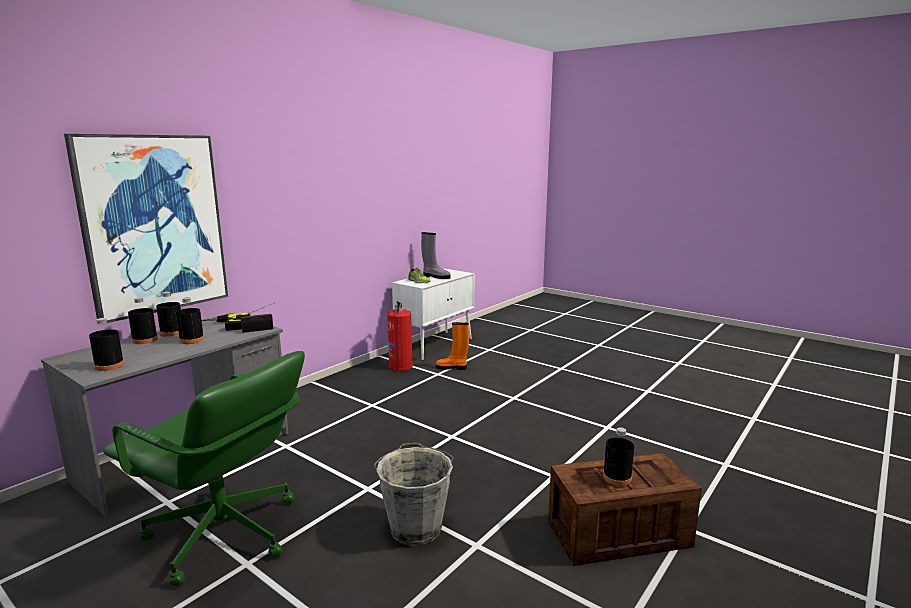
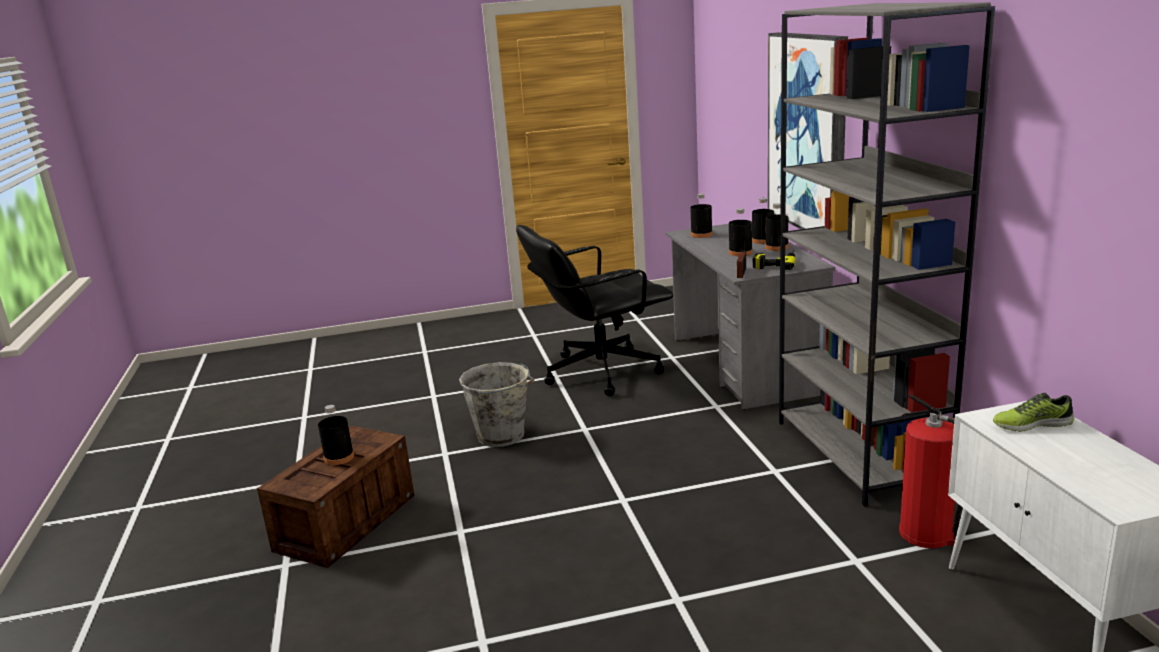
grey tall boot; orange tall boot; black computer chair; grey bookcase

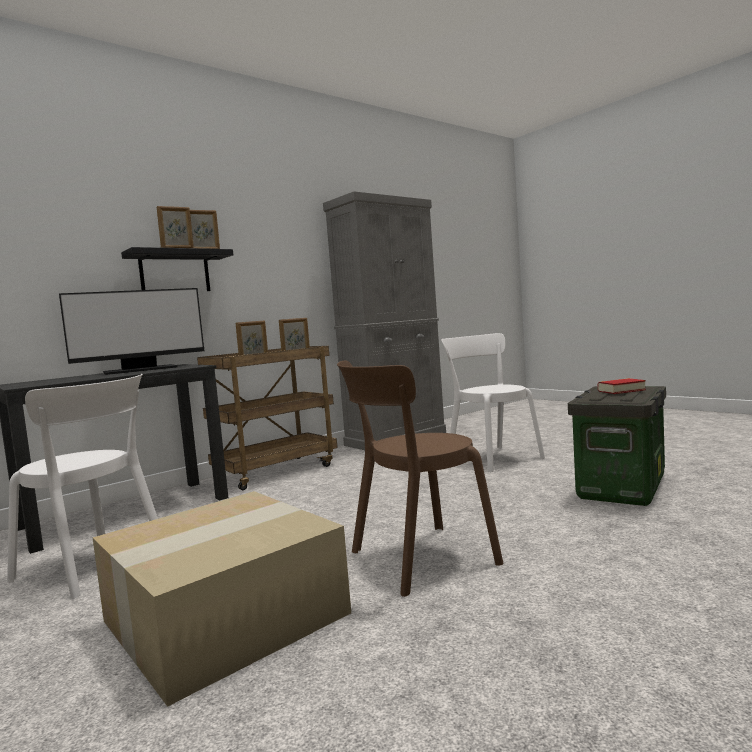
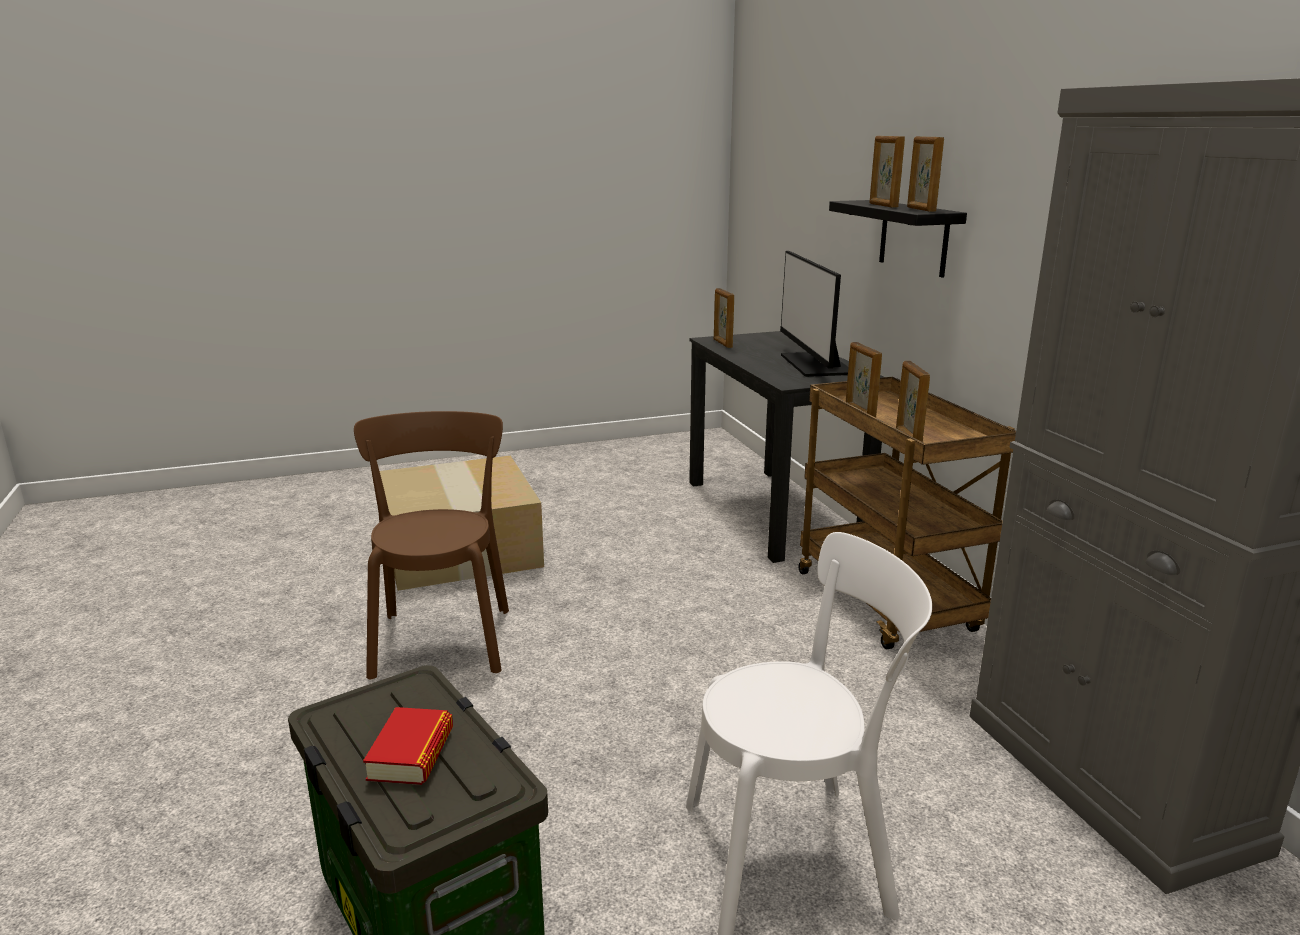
white upright chair (1st from left in the first image); picture frame (1st from left)

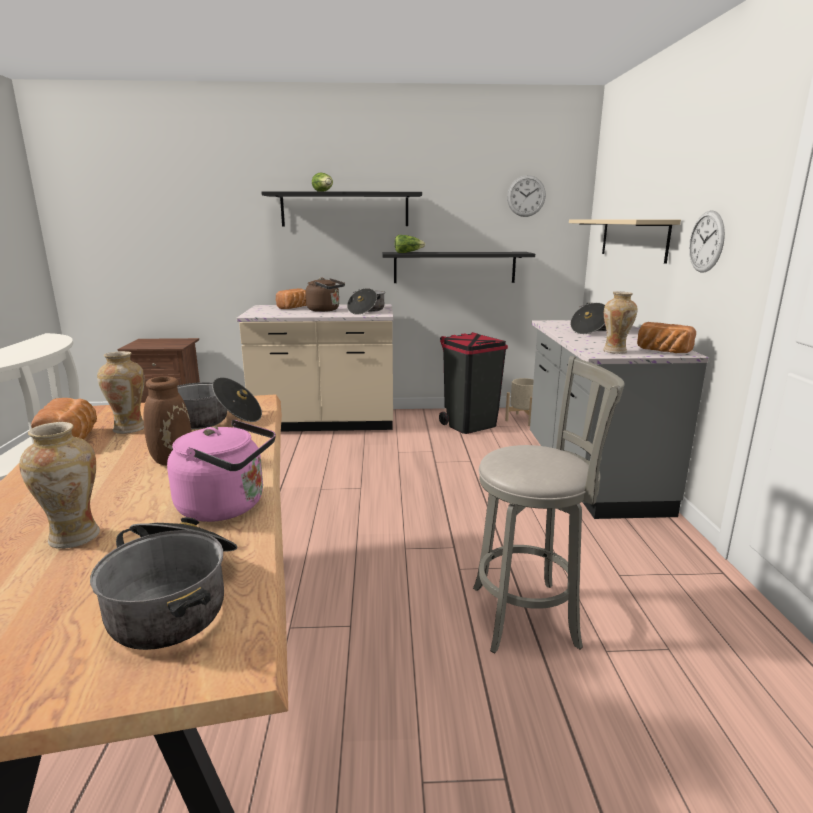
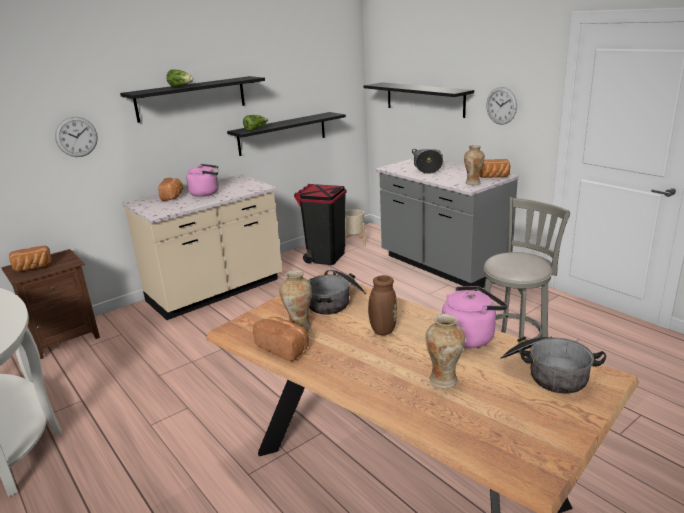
clock on the wall (1st from left); black shelf (3rd from left); pinkish tea kettle (1st from left); cooking pot (3rd from left in the first image); baked bread (1st from left)

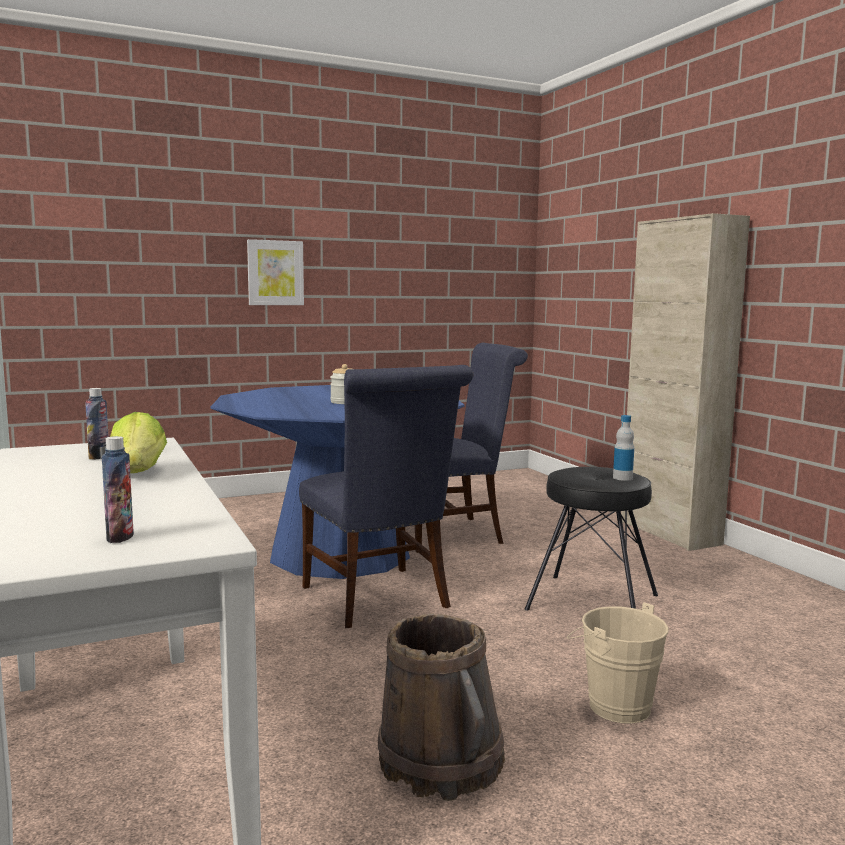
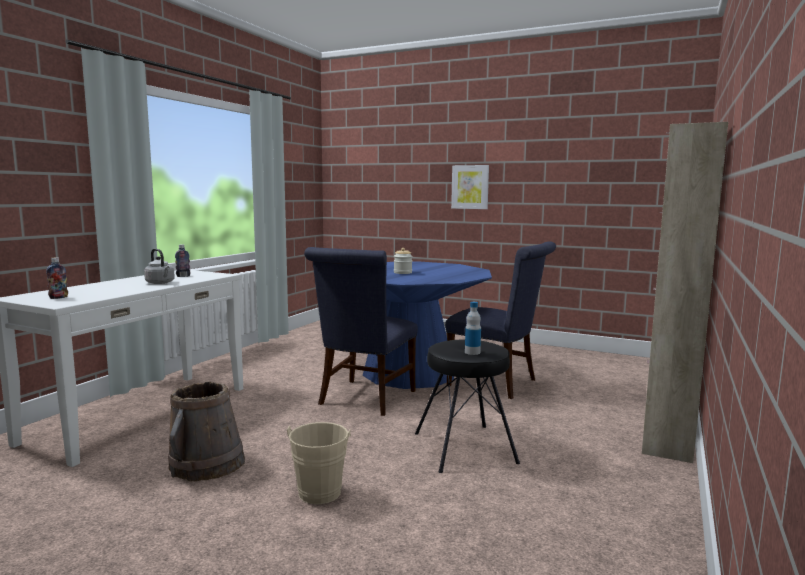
grey tea kettle

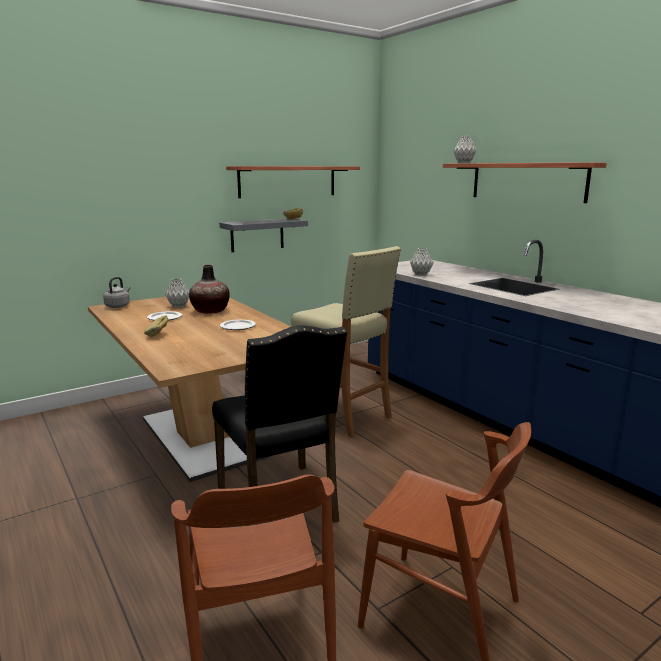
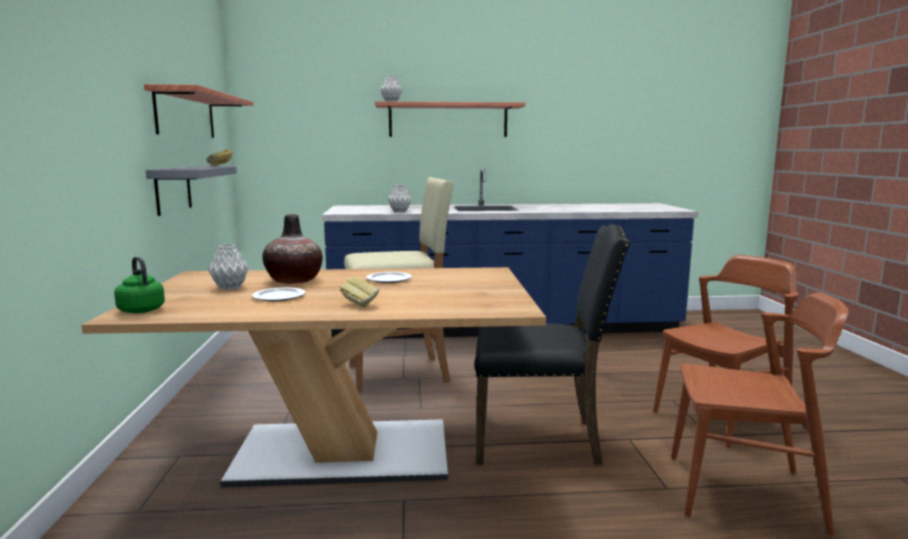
green tea kettle

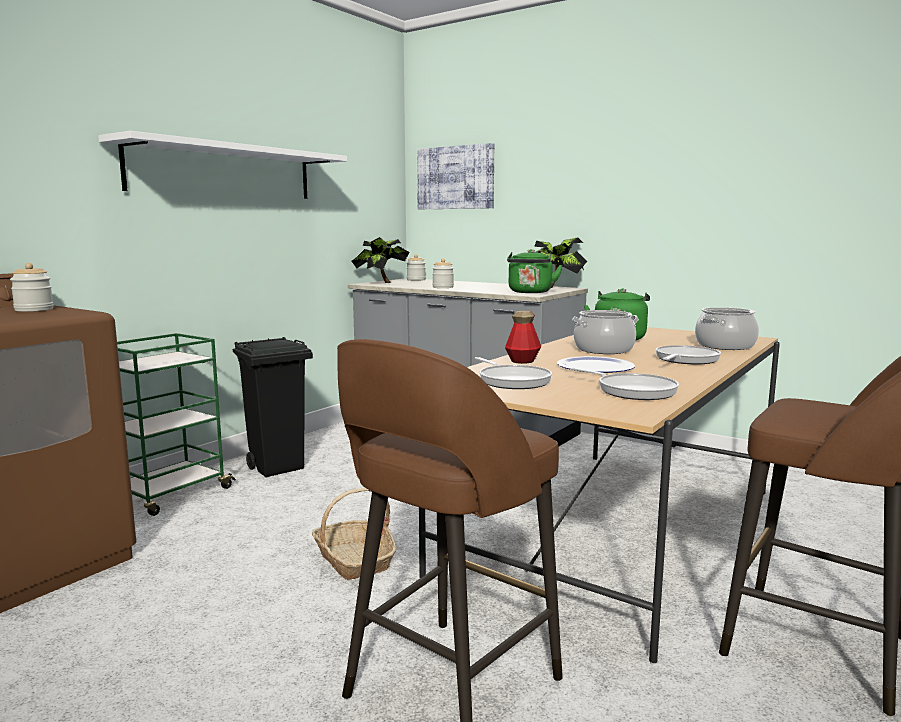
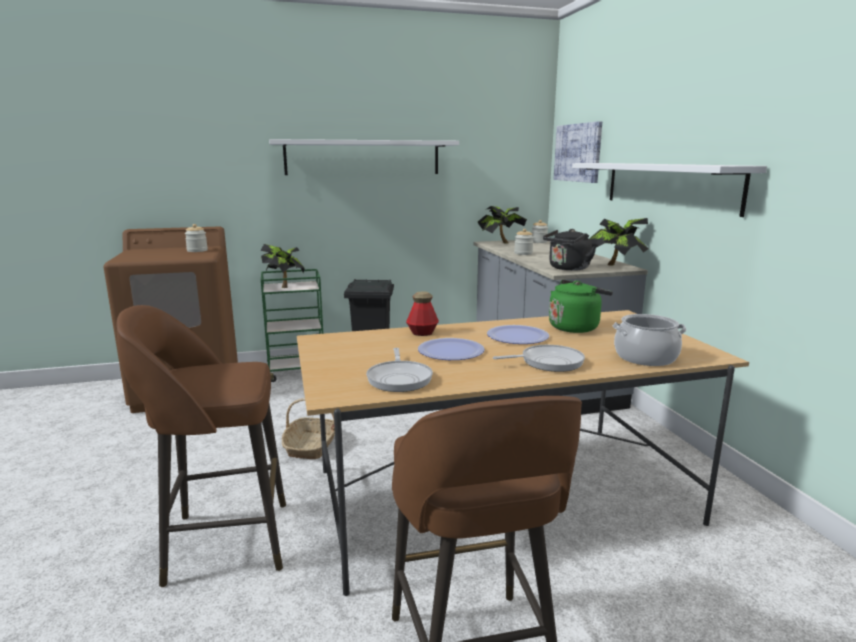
black tea kettle; dinner plate (2nd from left); frying pan (1st from left in the first image); white shelf (2nd from left); plant in a pot (1st from left)

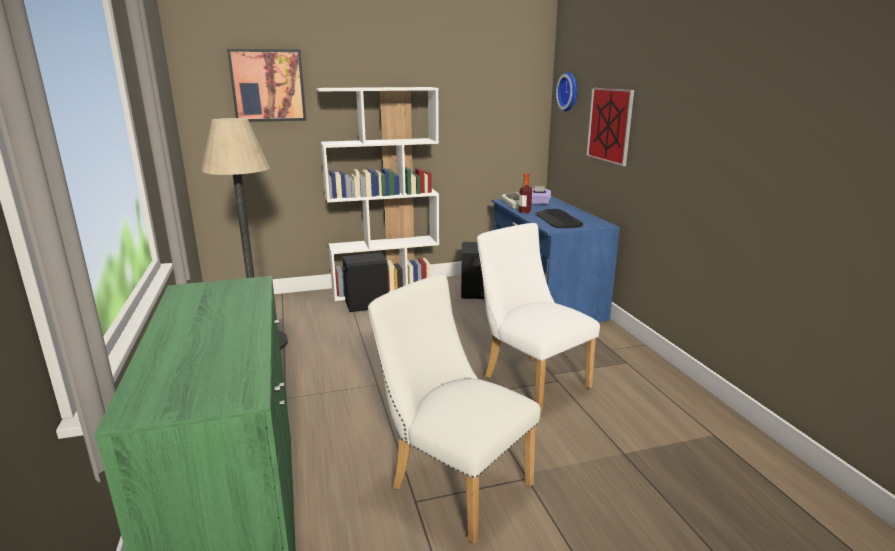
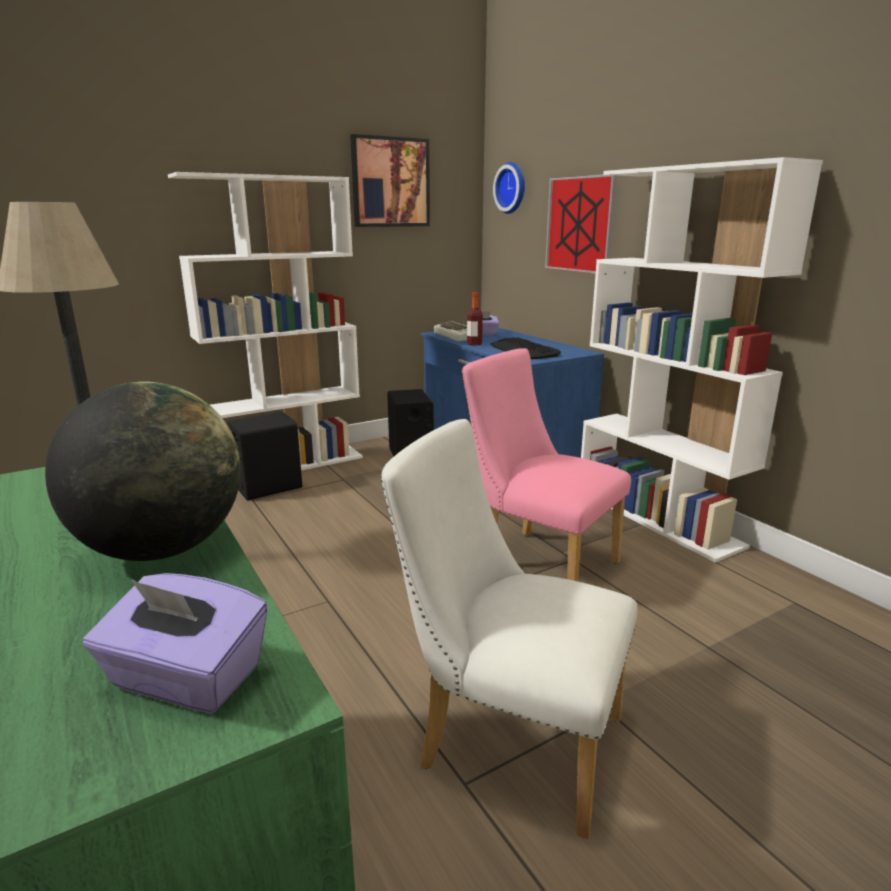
wall art (1st from left); pinkish upright chair; white bookcase (2nd from left); world globe; purplish tissue holder (1st from left)

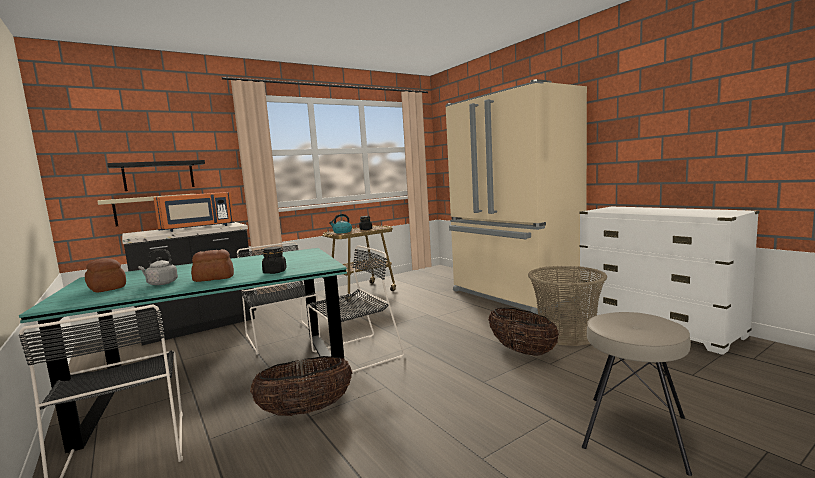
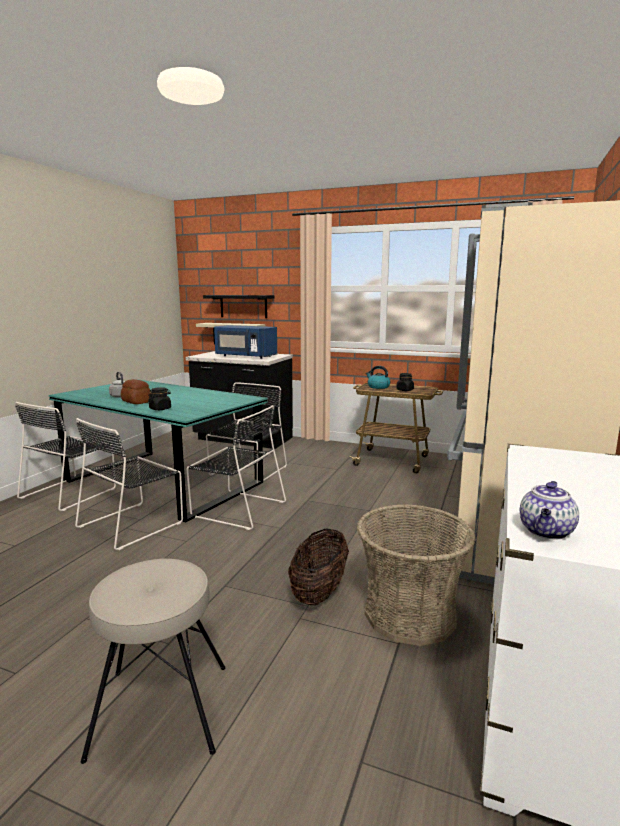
bluish microwave; baked bread (1st from left in the first image); black upright chair (2nd from left); pot for tea

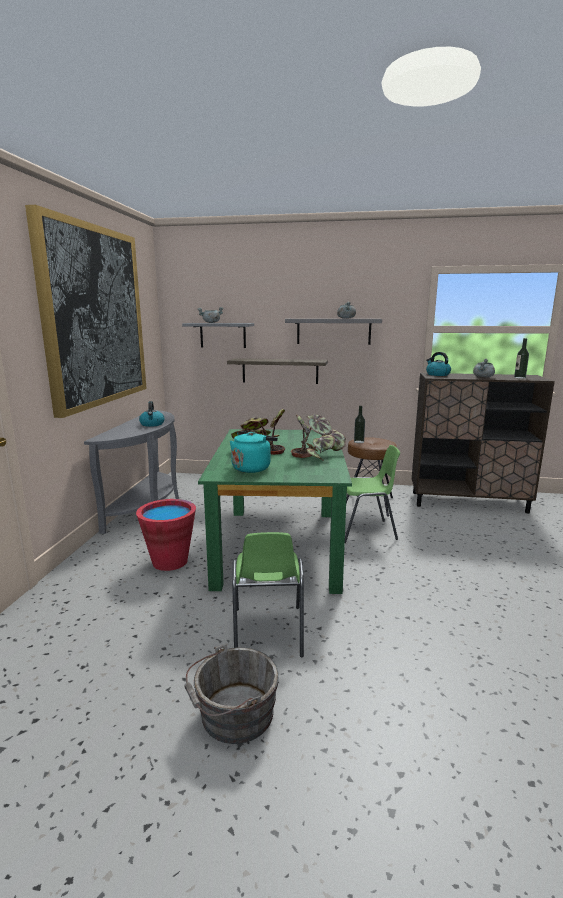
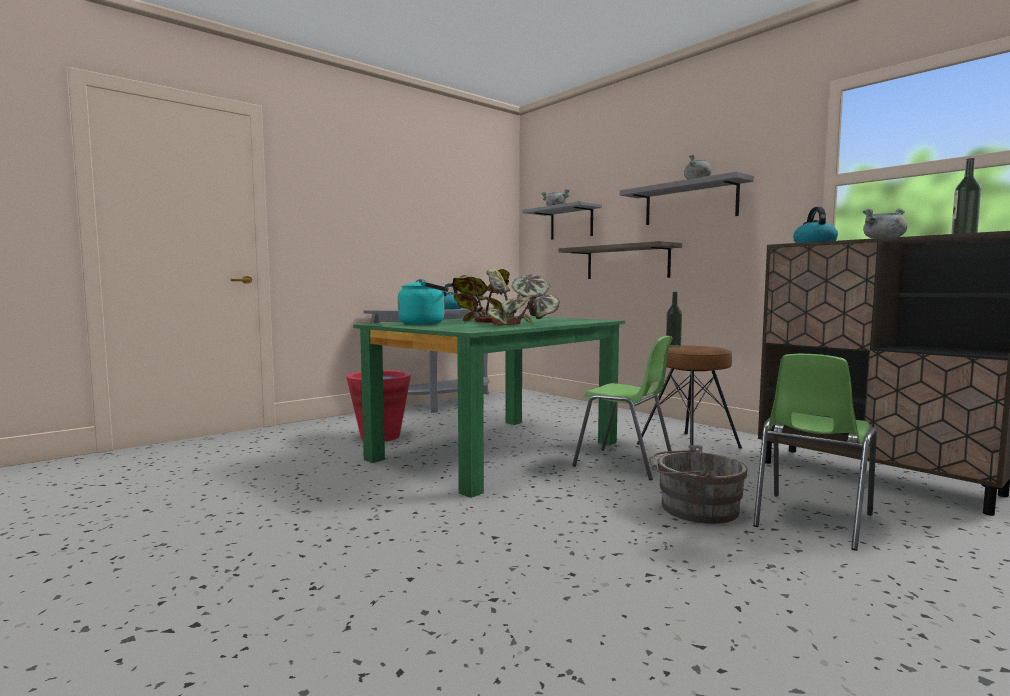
wall art; green upright chair (2nd from left); grey bucket

